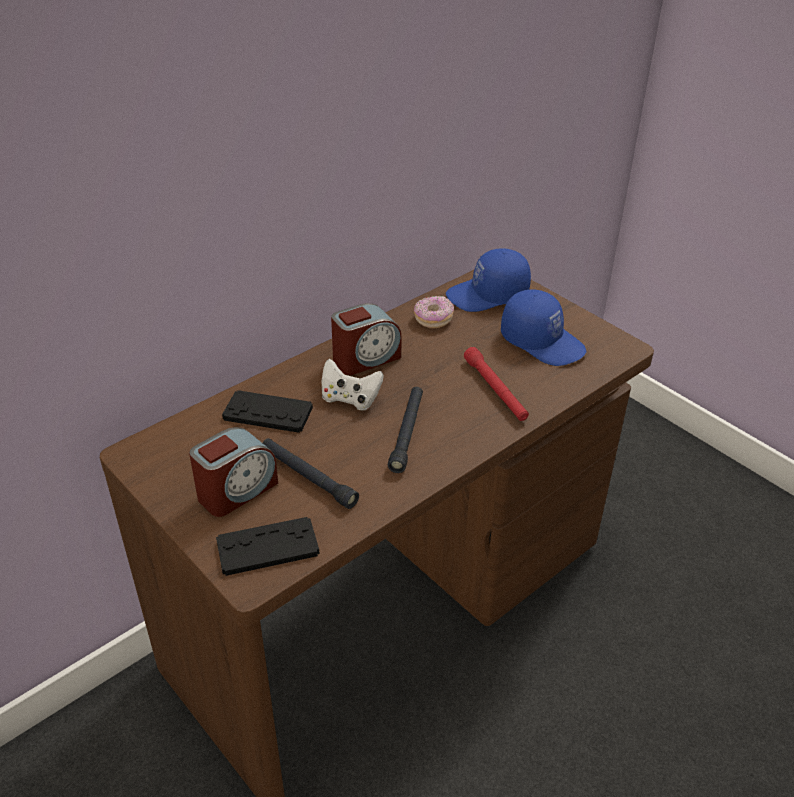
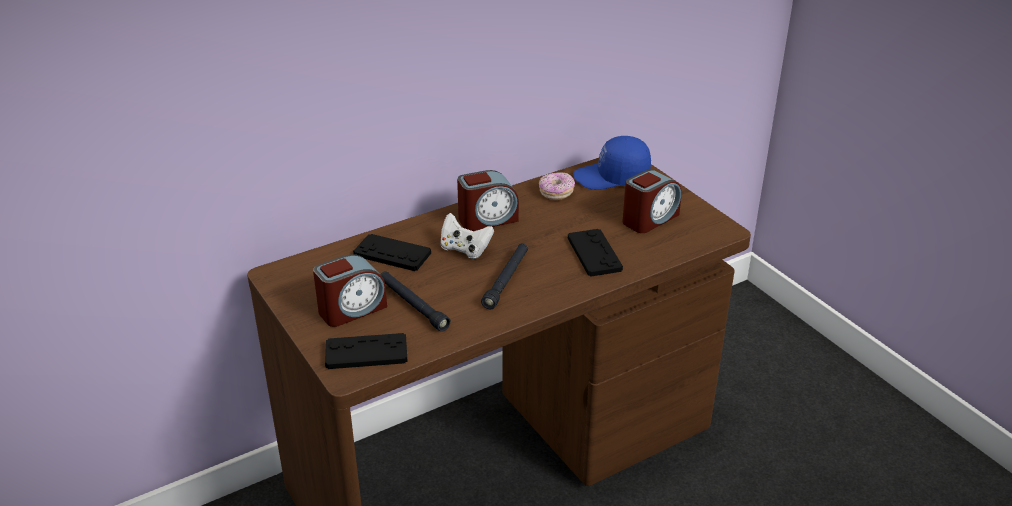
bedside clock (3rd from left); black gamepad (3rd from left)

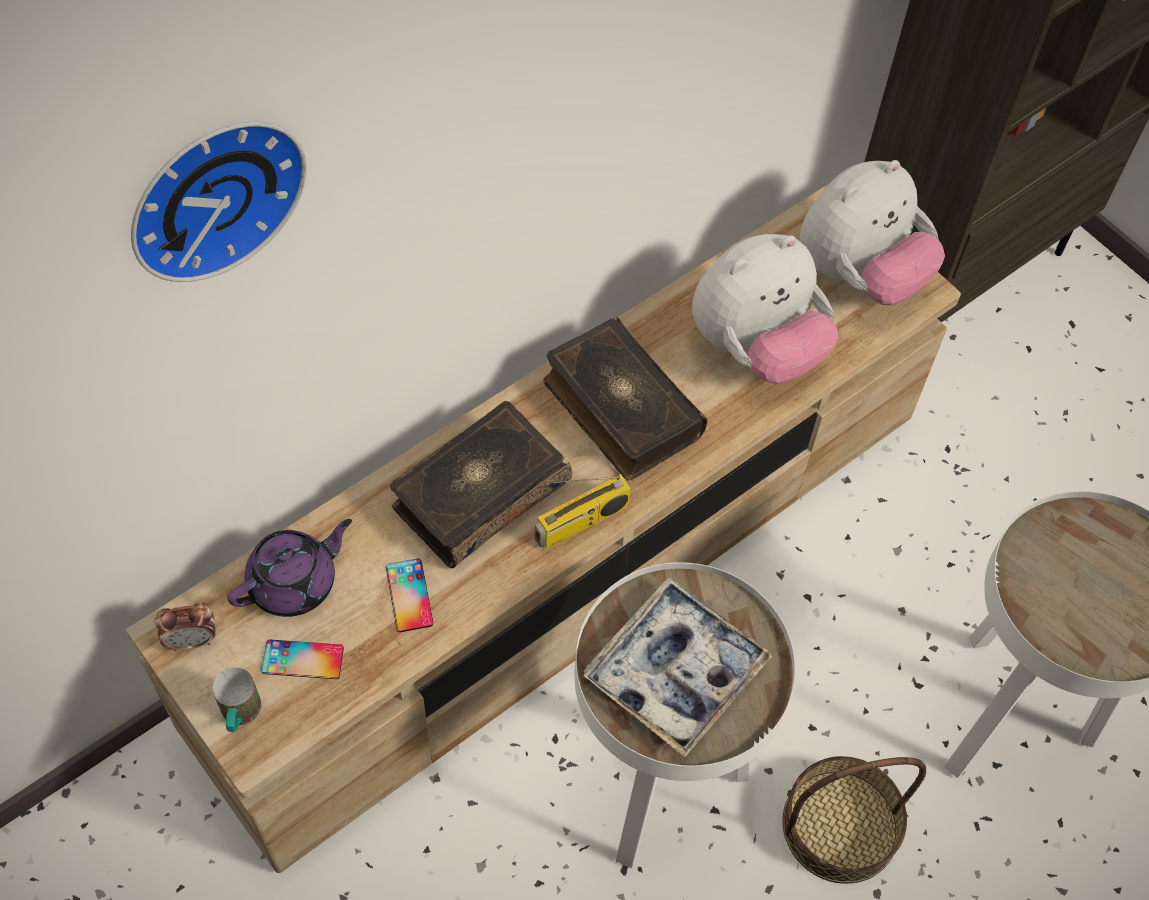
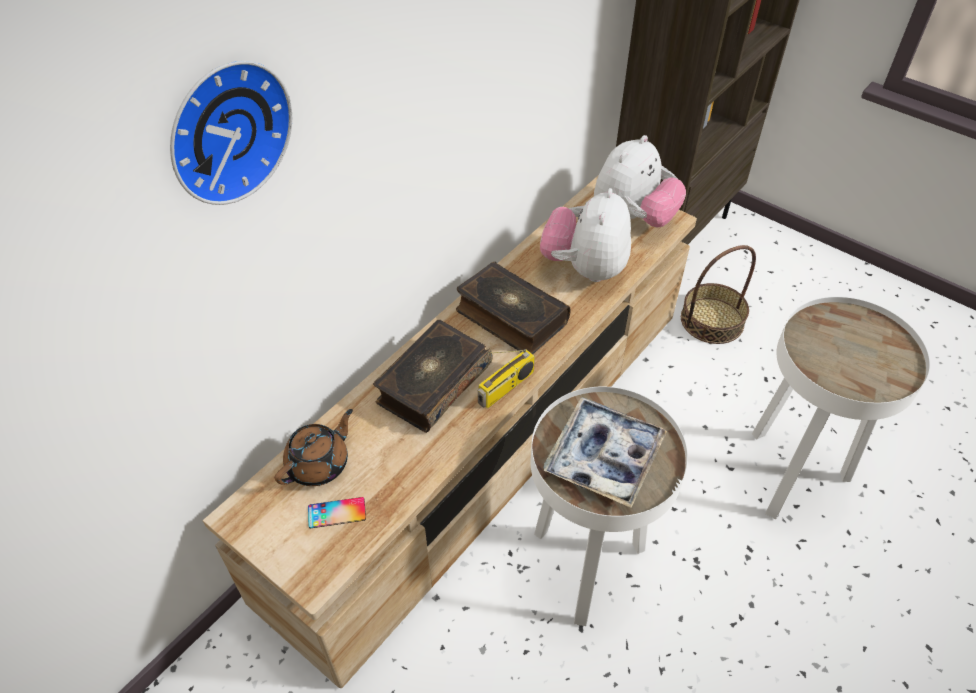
soft toy (1st from left); brown-coloured pot for tea; phone (2nd from left in the first image); bedside clock; coffee mug; storage basket

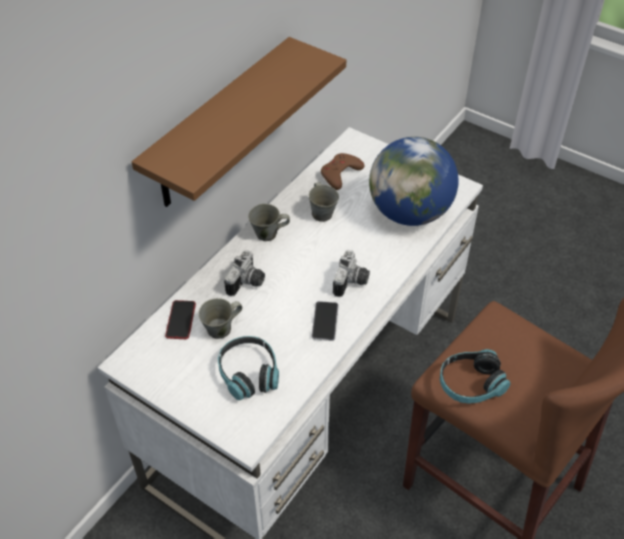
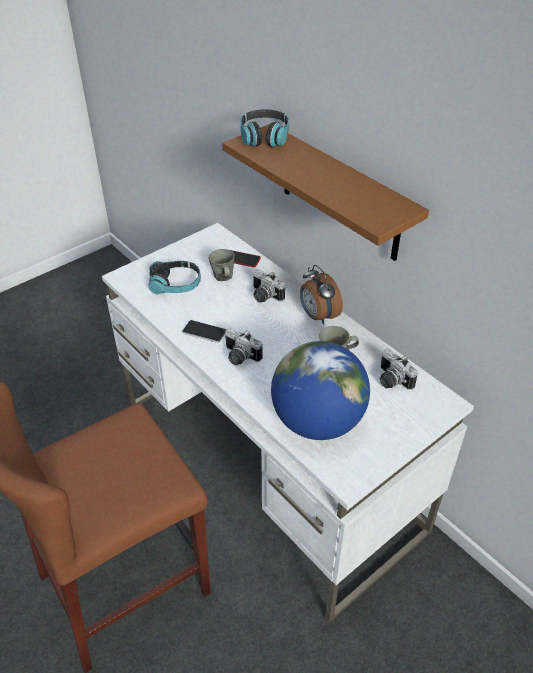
still camera (3rd from left); bedside clock; headset (2nd from left)

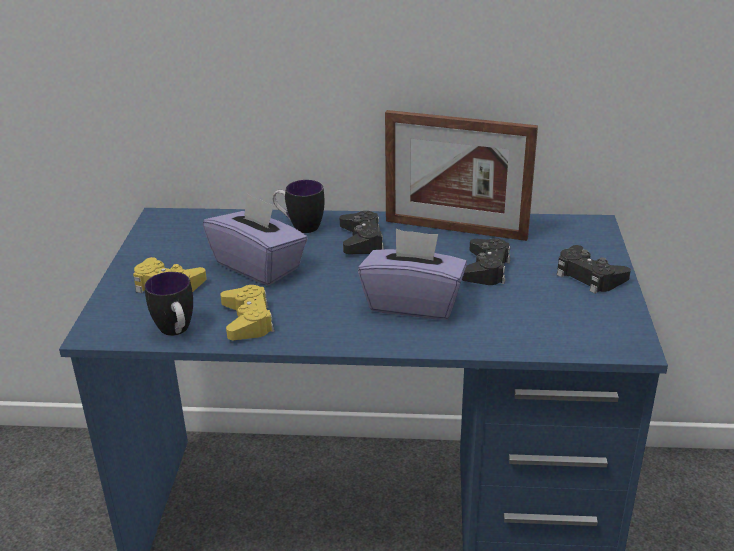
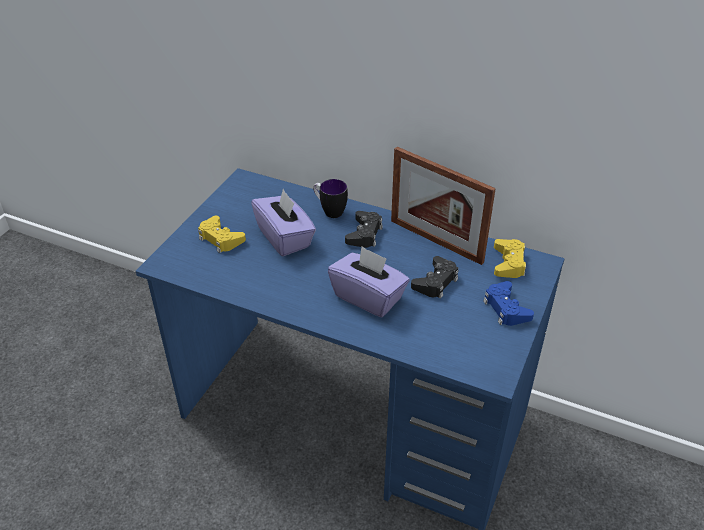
bluish gamepad; coffee mug (1st from left in the first image); yellowish gamepad (2nd from left)

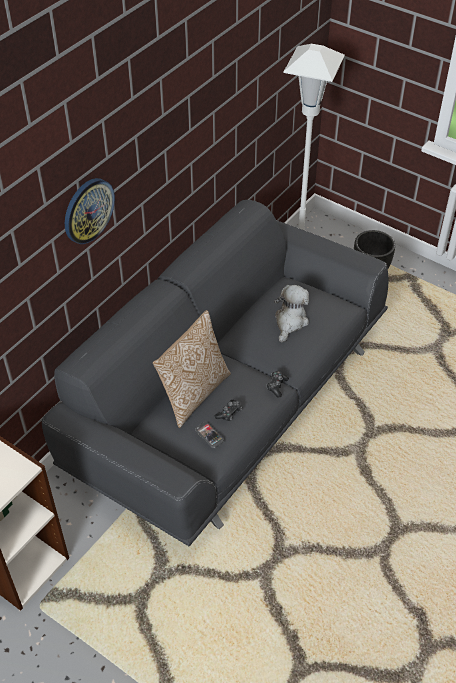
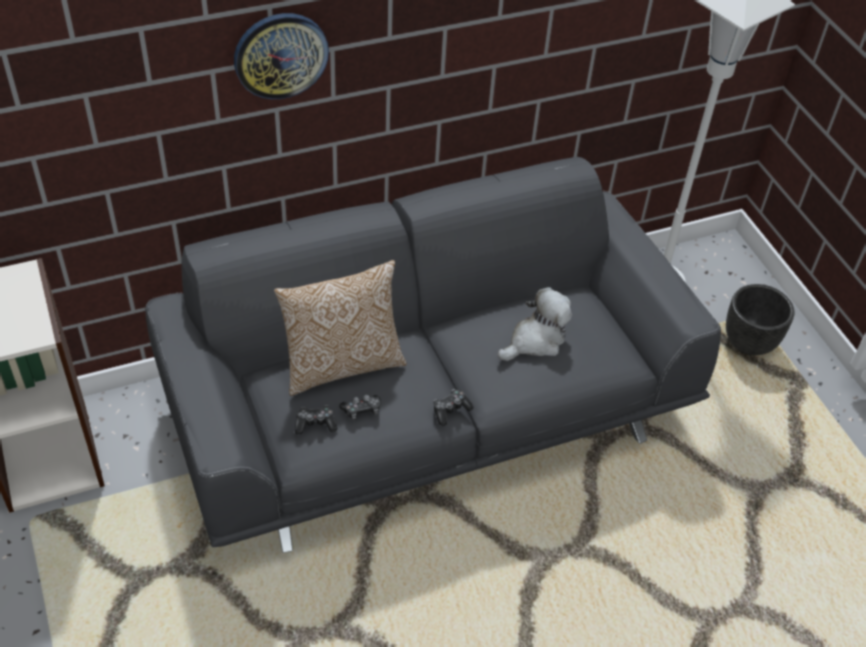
gamepad (1st from left)

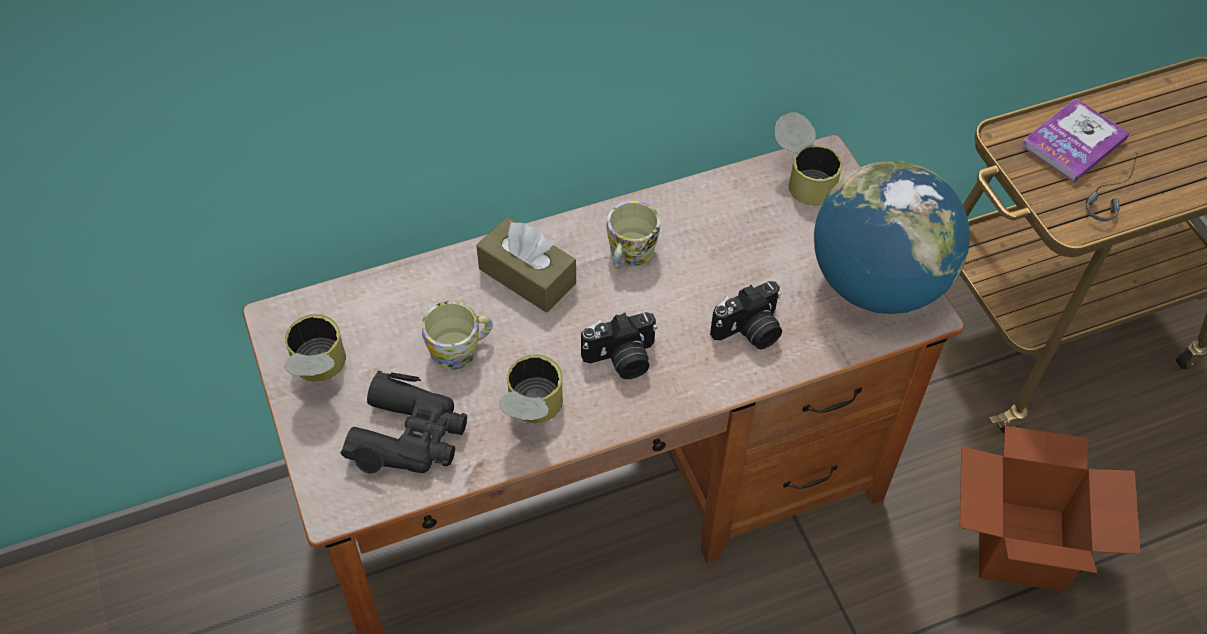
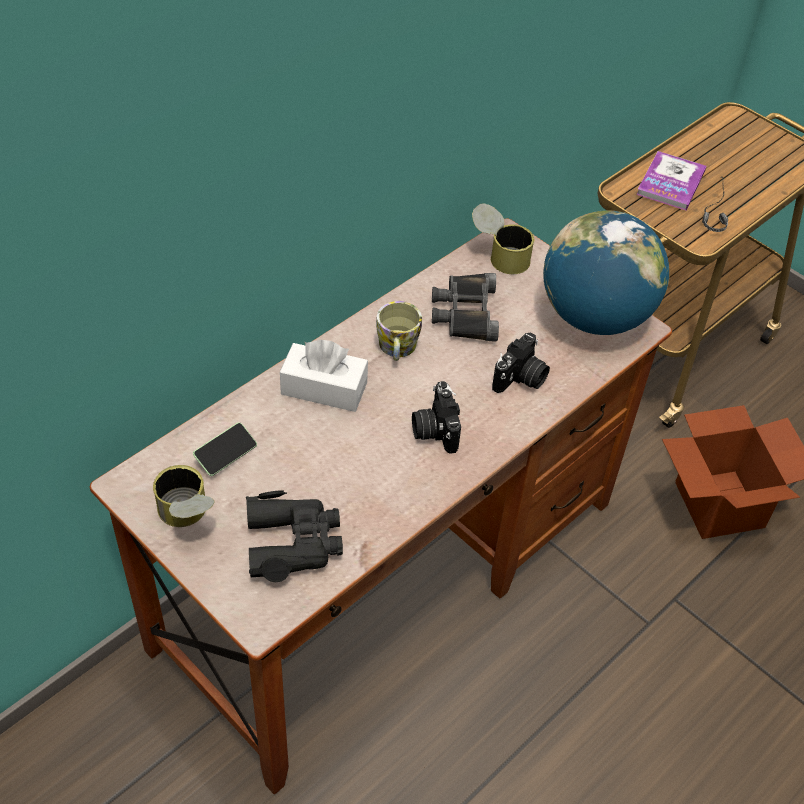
white tissue holder; coffee mug (1st from left in the first image); still camera (1st from left); metal can (2nd from left in the first image); black binoculars (2nd from left); phone

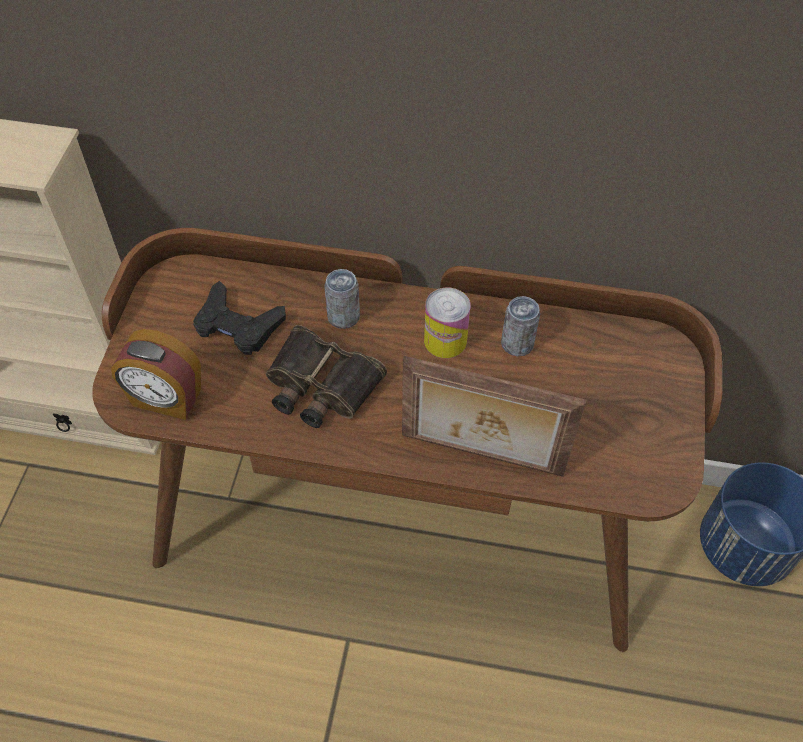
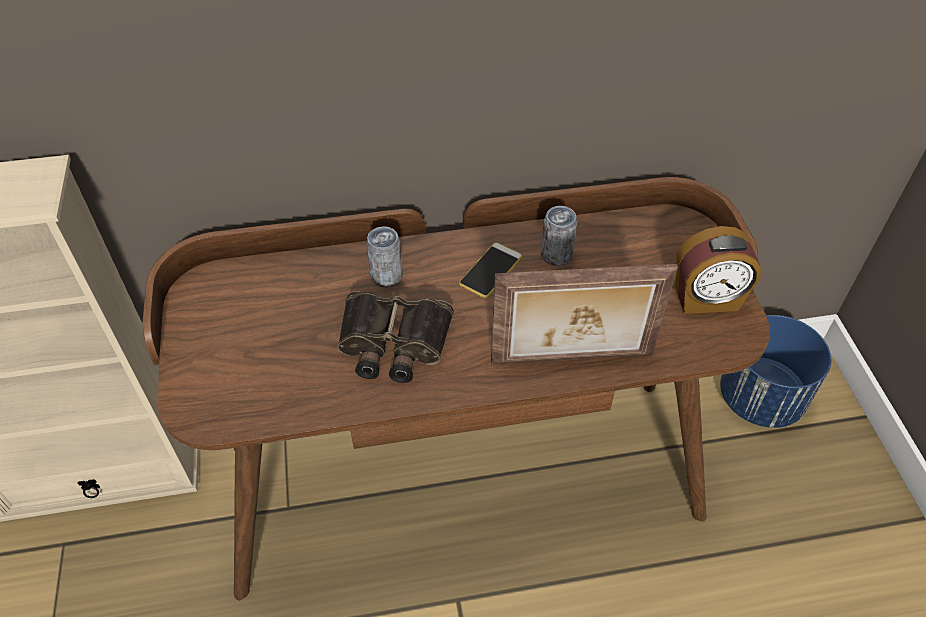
black gamepad; phone; bedside clock

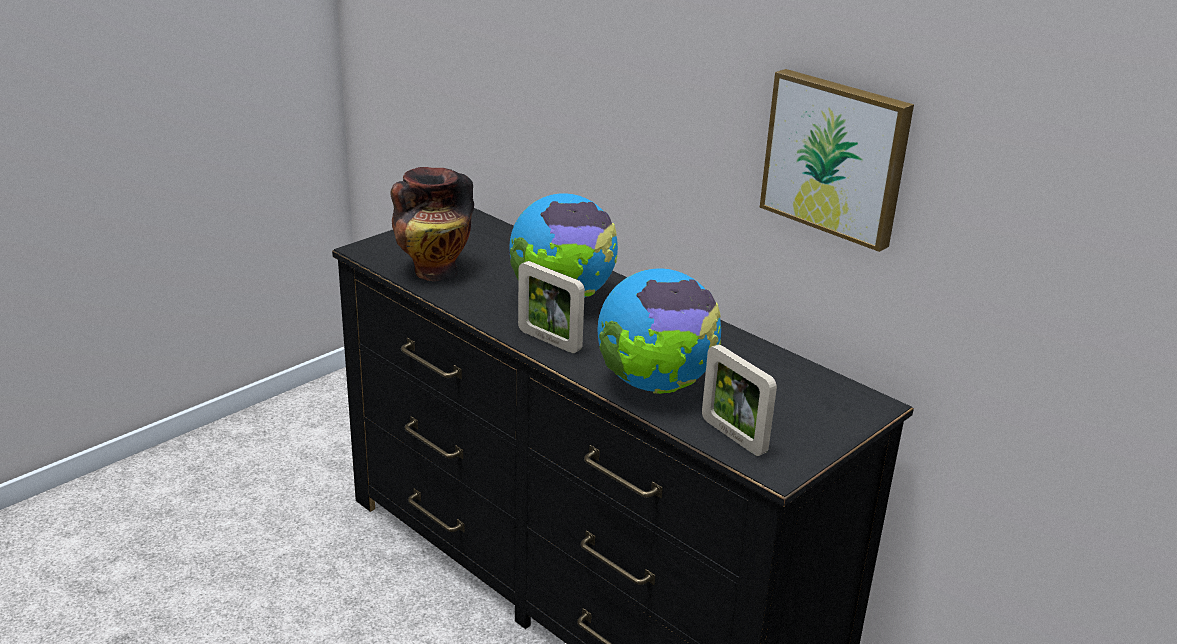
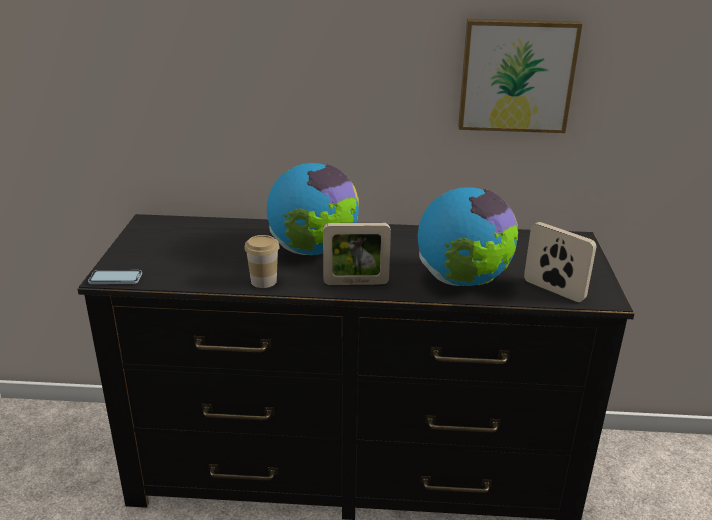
decorative vase; picture frame (2nd from left); cup; phone

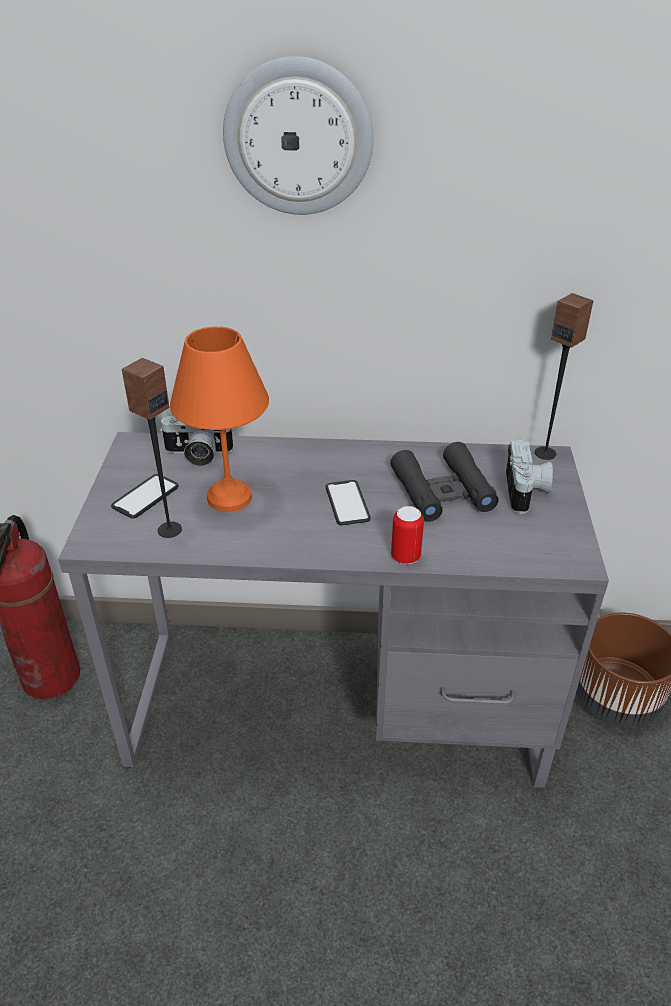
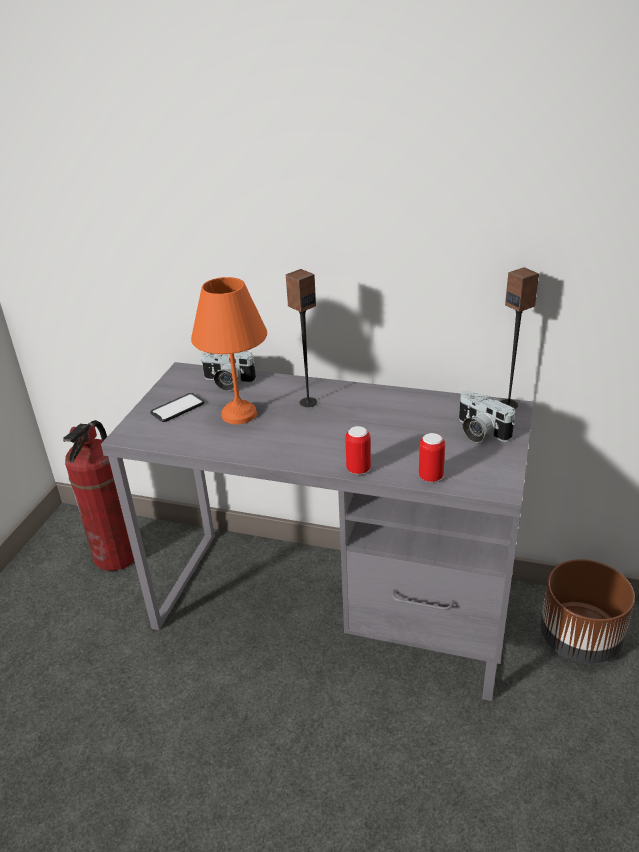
clock on the wall; audio speaker (1st from left); still camera (2nd from left); black binoculars; phone (2nd from left in the first image); metal can (2nd from left)

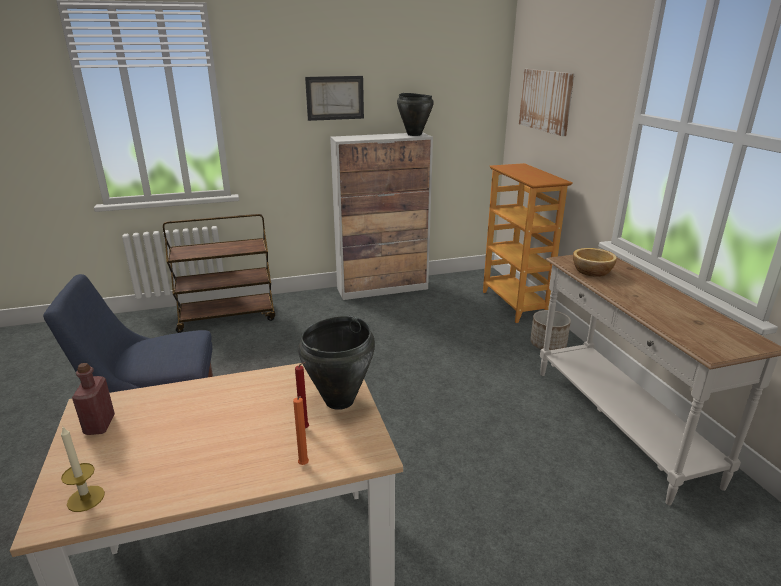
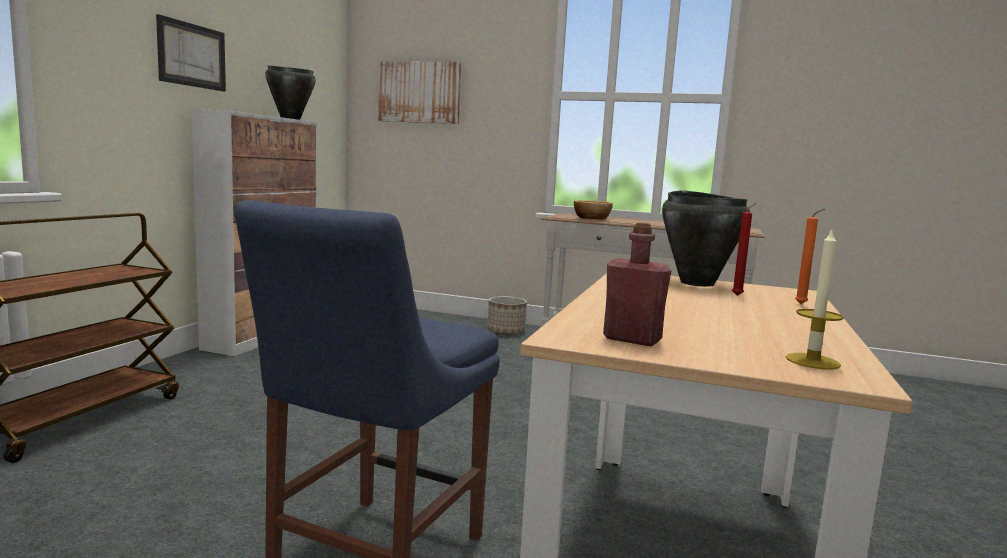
bookcase

